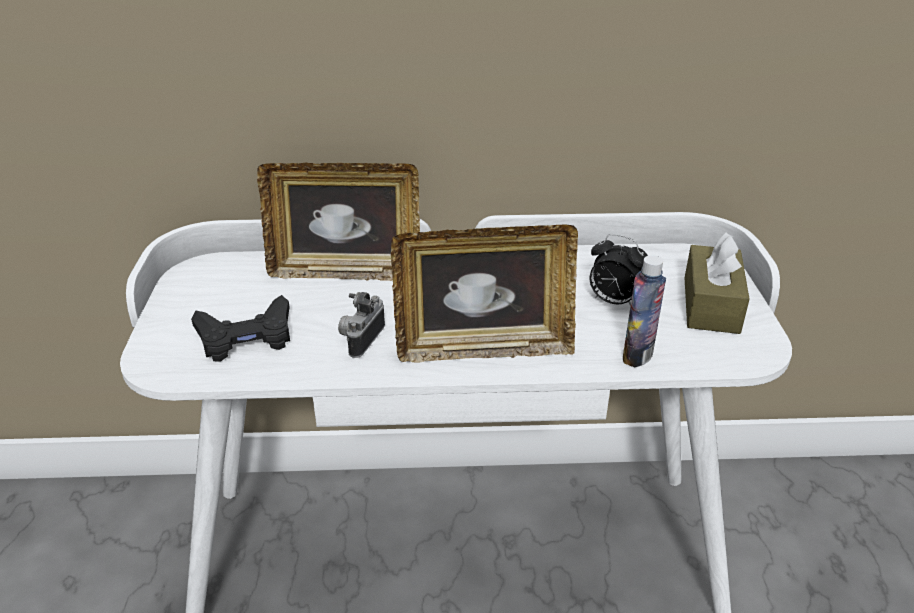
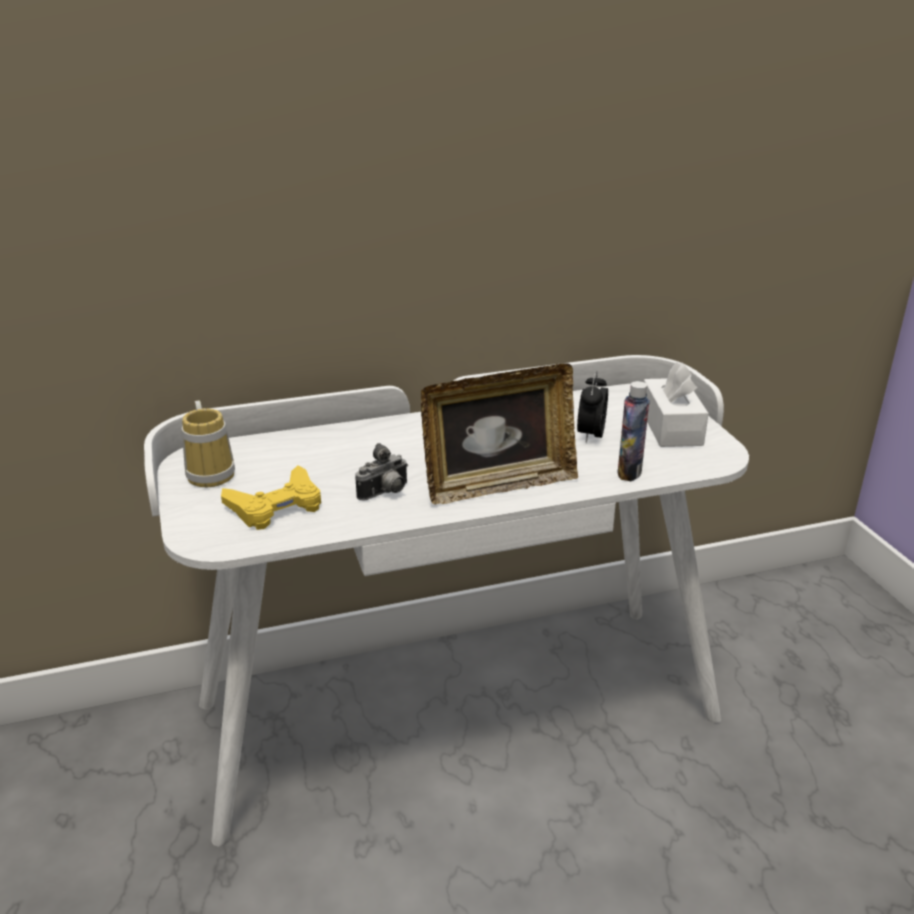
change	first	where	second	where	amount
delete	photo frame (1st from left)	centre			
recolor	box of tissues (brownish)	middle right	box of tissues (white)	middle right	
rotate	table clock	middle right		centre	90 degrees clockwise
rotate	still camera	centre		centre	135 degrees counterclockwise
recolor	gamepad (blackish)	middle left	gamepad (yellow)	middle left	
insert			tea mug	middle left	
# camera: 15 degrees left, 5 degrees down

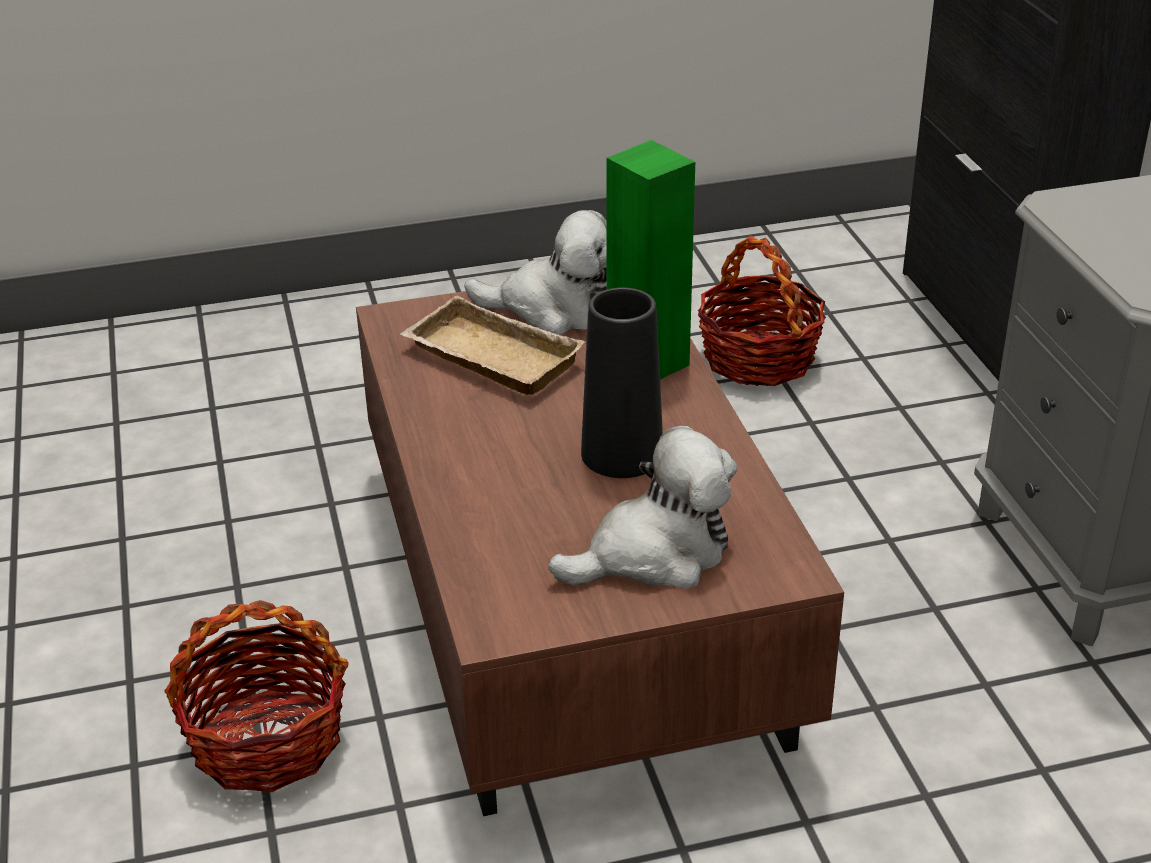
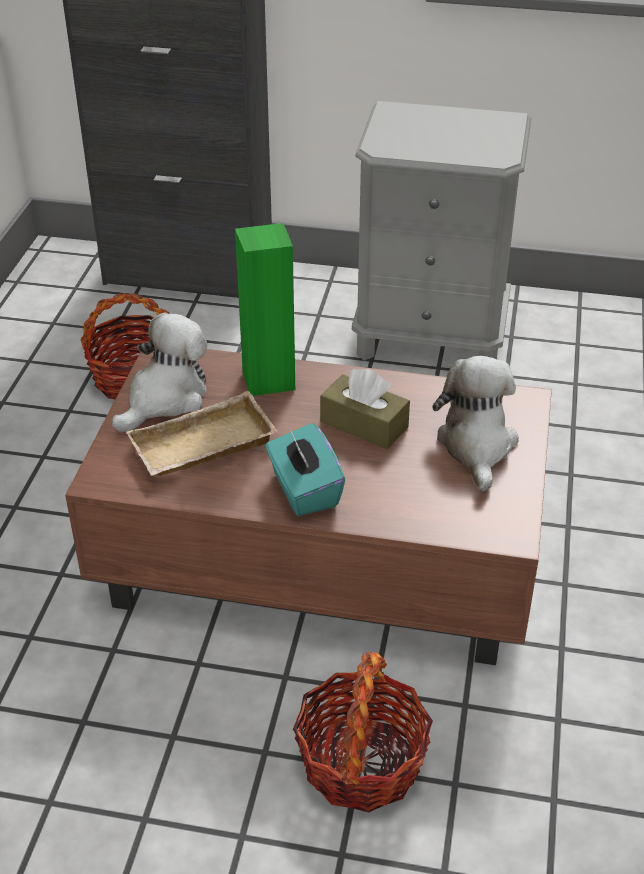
change	first	where	second	where	amount
replace	flower vase (blackish)	centre	box of tissues (brownish)	centre	
insert			box of tissues (blue-green)	centre	
# camera: 65 degrees left, 5 degrees up

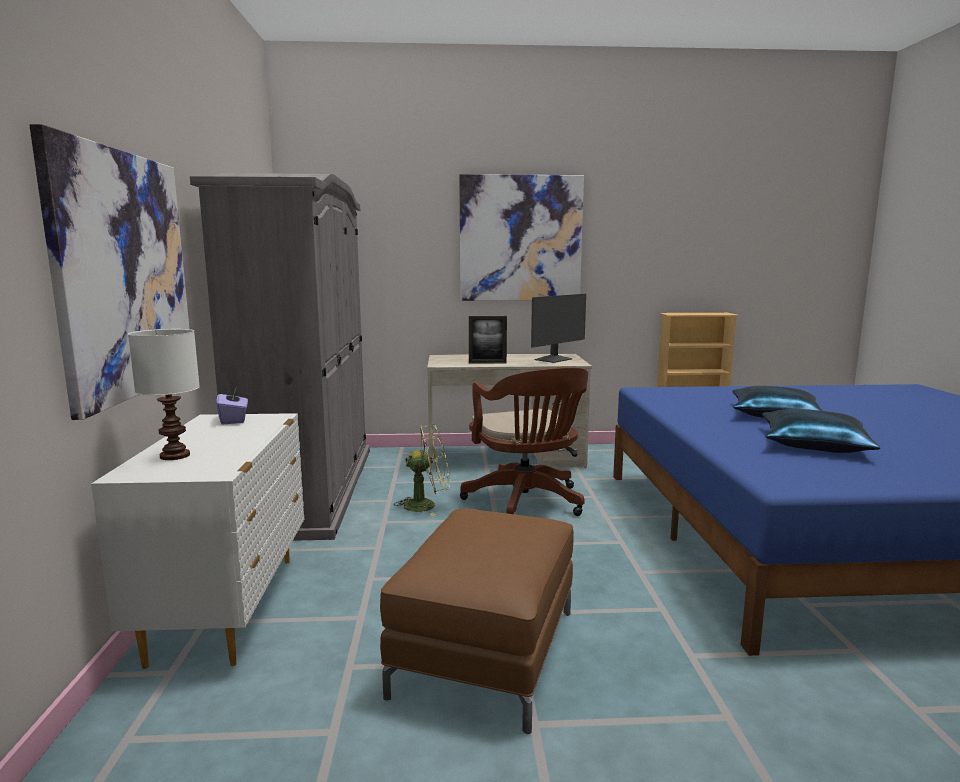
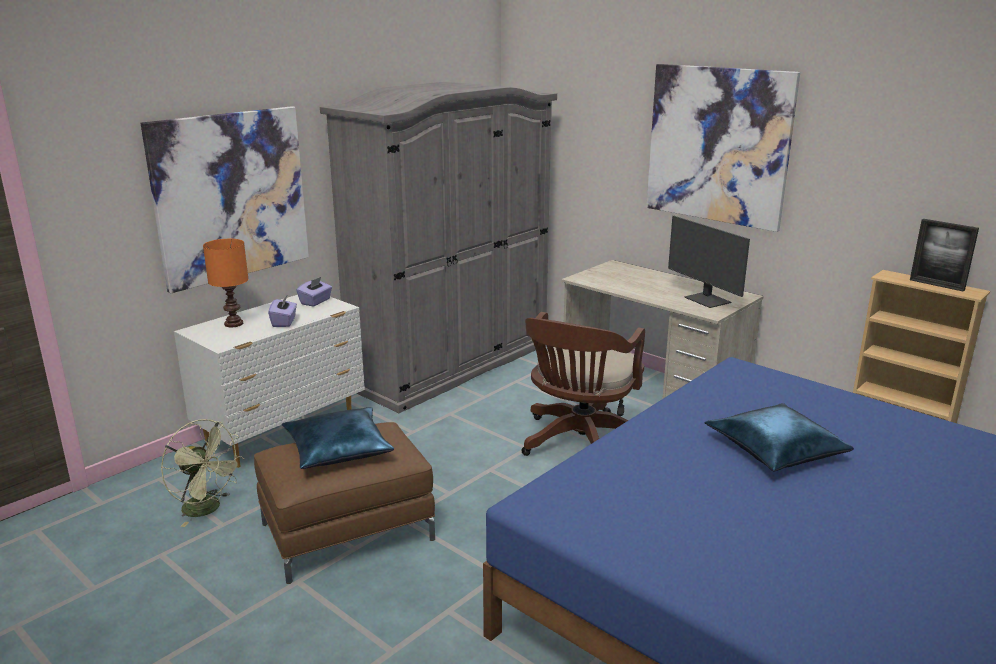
change	first	where	second	where	amount
rotate	computer screen	centre		middle right	60 degrees clockwise
move	photo frame	centre		middle right	
recolor	lamp for a table (white)	middle left	lamp for a table (orange)	middle left	
move	pillow (bluish) (2nd from left in the first image)	middle right	pillow (bluish) (1st from left)	centre	
move	cooling fan (greenish)	centre		bottom left	
insert			box of tissues (purplish) (1st from left)	middle left	
# camera: 45 degrees right, 10 degrees up

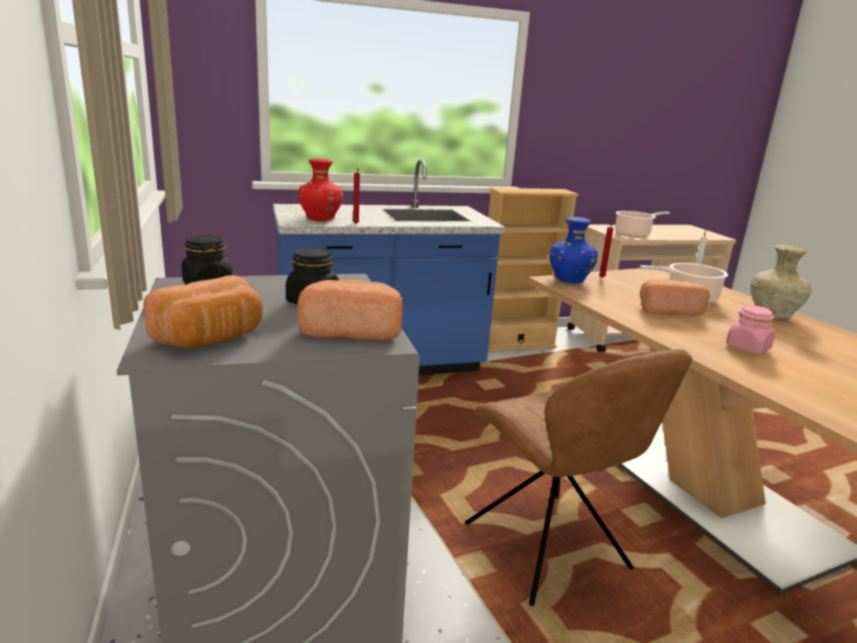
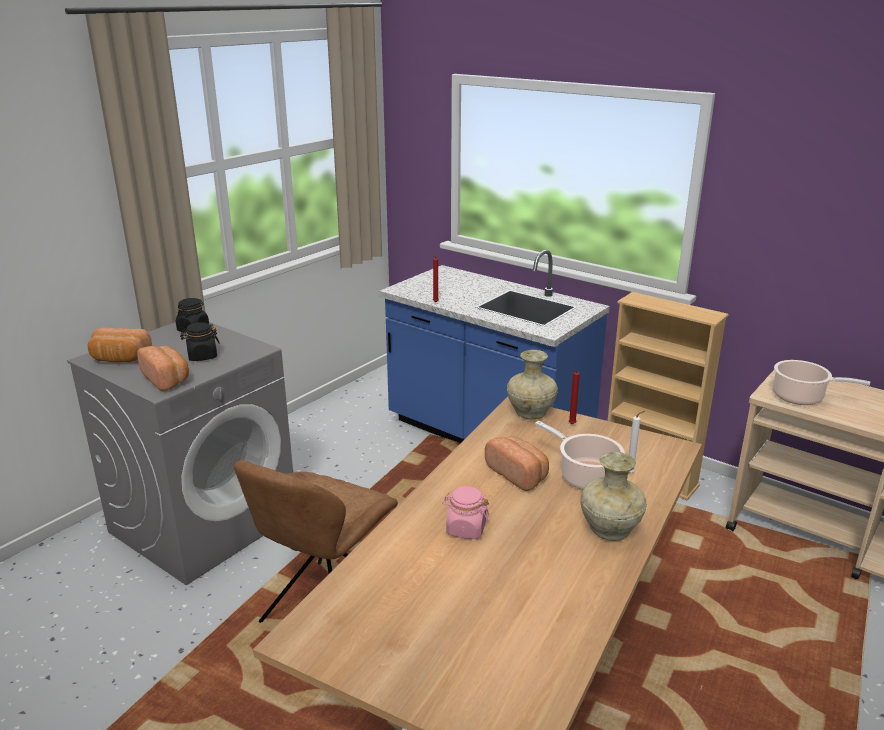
change	first	where	second	where	amount
delete	flower vase (red)	top centre			
recolor	flower vase (bluish)	middle right	flower vase (beige) (1st from left)	centre	
# camera: 55 degrees right, 5 degrees up

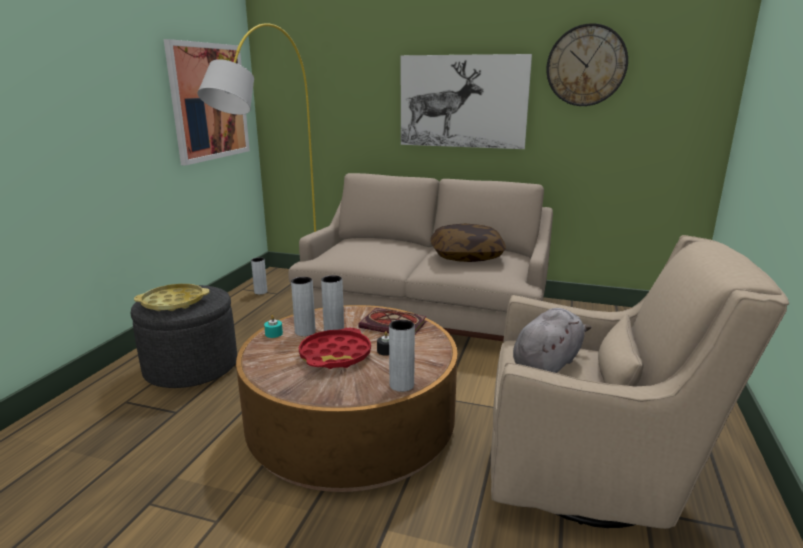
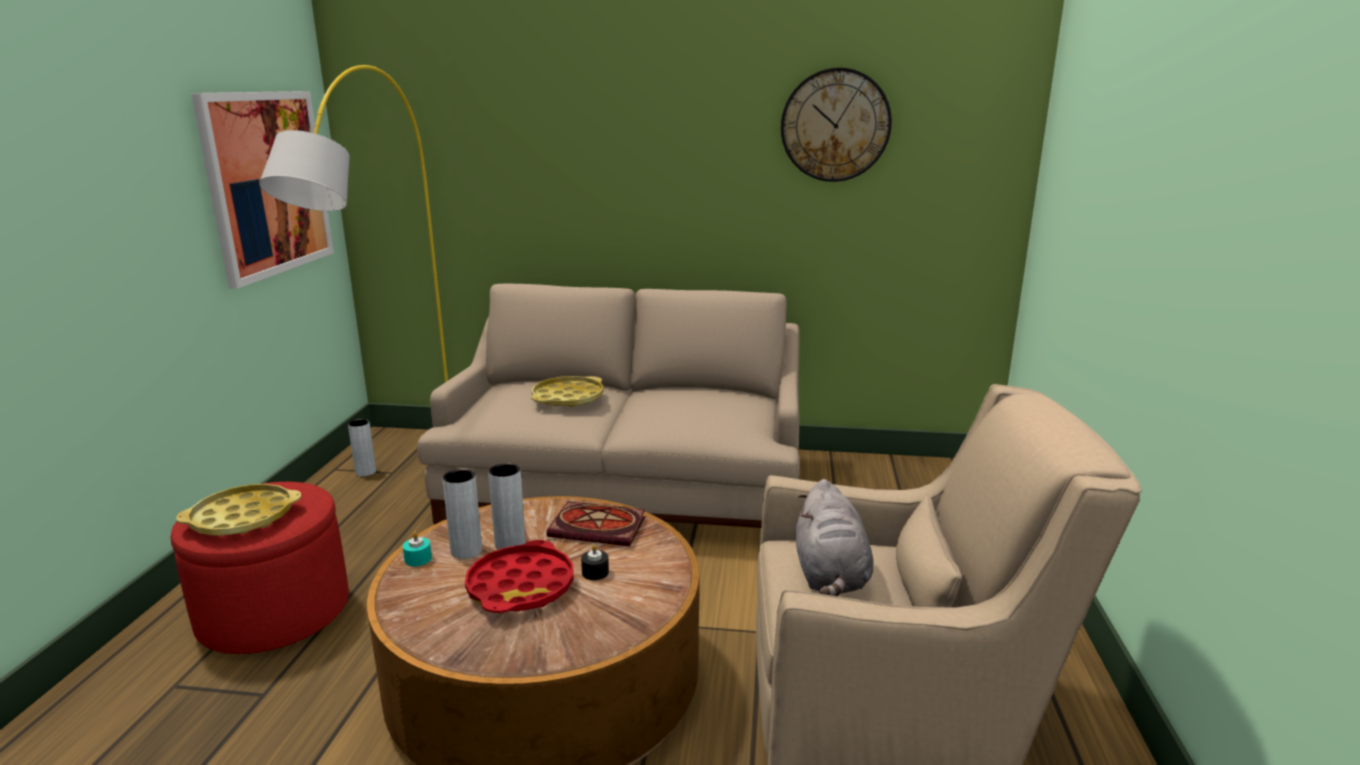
change	first	where	second	where	amount
delete	wall art (2nd from left)	top centre			
delete	pillow	centre			
recolor	pouffe (greyish)	middle left	pouffe (red)	bottom left	
rotate	soft toy (greyish)	middle right		bottom centre	150 degrees clockwise
delete	flower vase (greyish) (4th from left)	centre			
insert			carrying tray (yellow) (2nd from left)	centre	
# camera: 10 degrees left, 0 degrees up

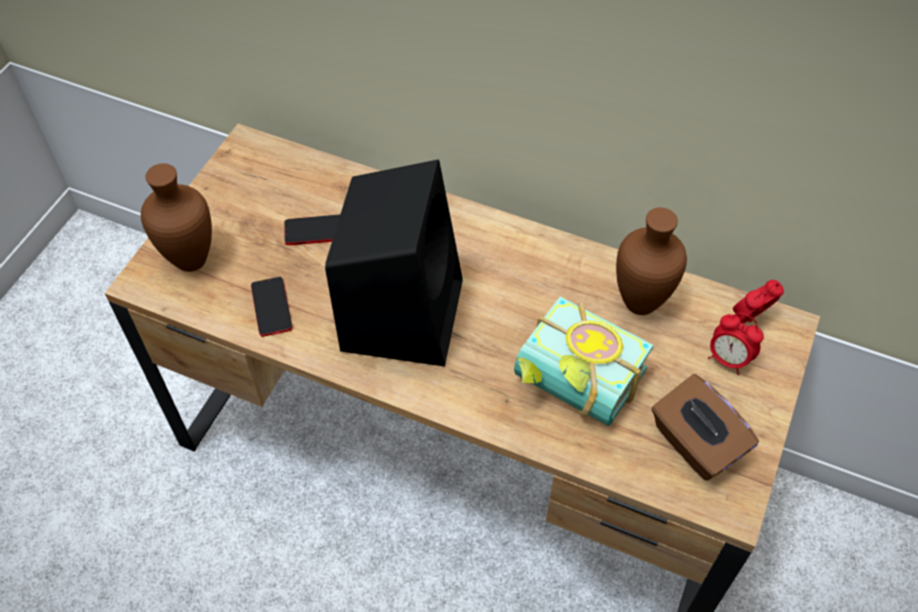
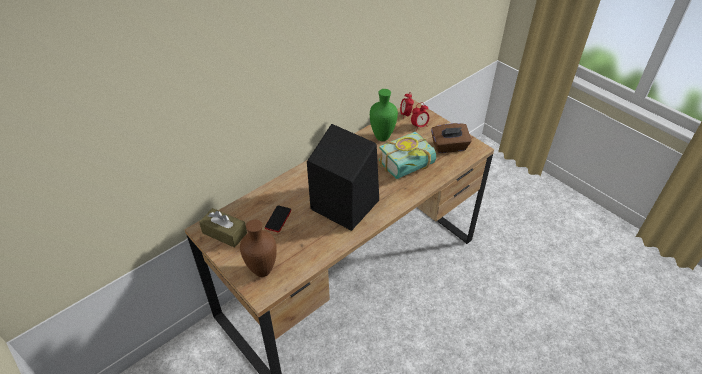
change	first	where	second	where	amount
recolor	flower vase (brownish) (2nd from left)	middle right	flower vase (greenish)	top centre	
delete	handset (1st from left)	middle left			
insert			box of tissues (brownish) (1st from left)	middle left	
# camera: 65 degrees left, 10 degrees down

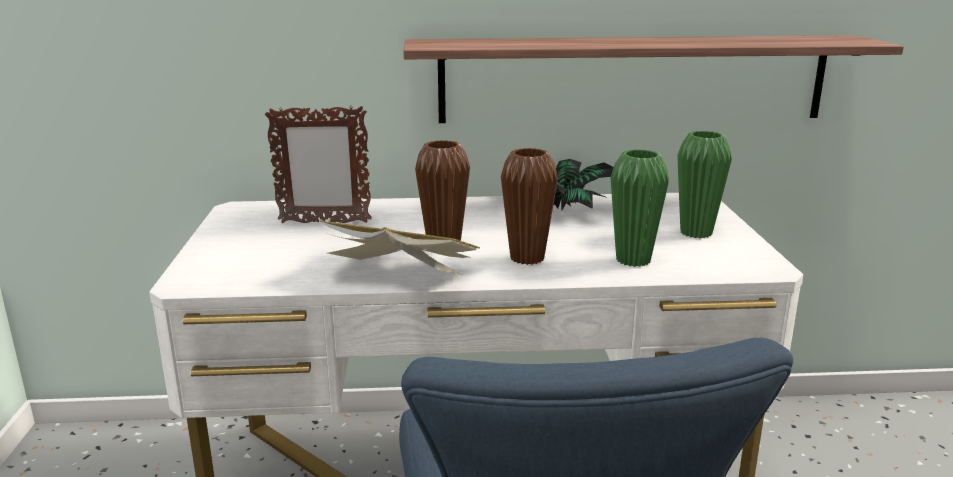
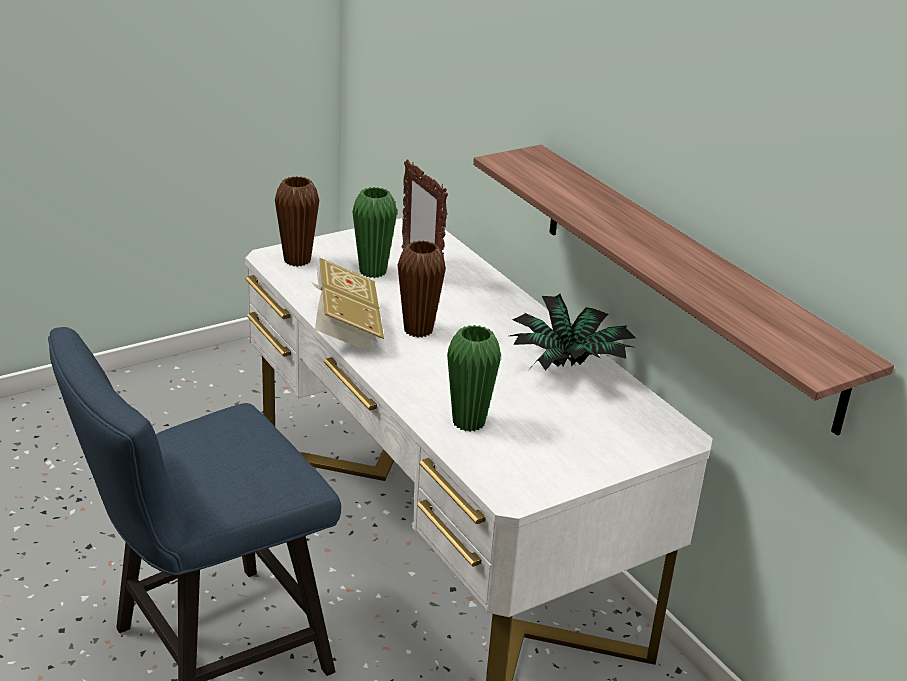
change	first	where	second	where	amount
move	flower vase (greenish) (2nd from left in the first image)	middle right	flower vase (greenish) (1st from left)	centre	
move	flower vase (brownish) (2nd from left in the first image)	centre	flower vase (brownish) (1st from left)	top left	
# camera: 60 degrees right, 10 degrees up

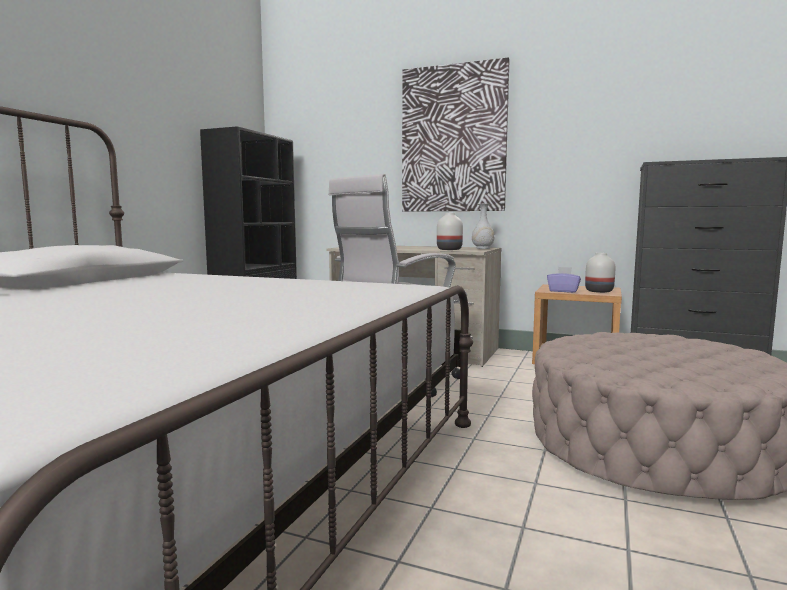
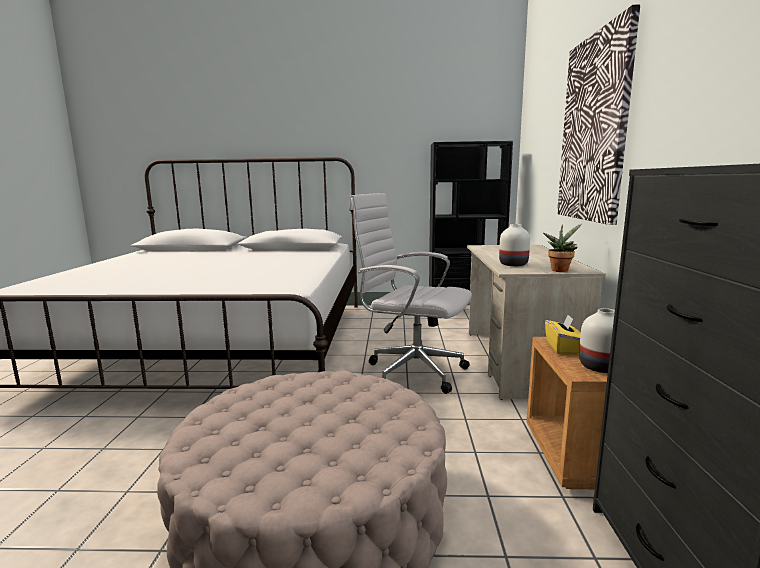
change	first	where	second	where	amount
replace	flower vase (white) (2nd from left)	centre	potted plant	middle right	
recolor	box of tissues (purplish)	middle right	box of tissues (yellow)	middle right	
# camera: 70 degrees right, 5 degrees up

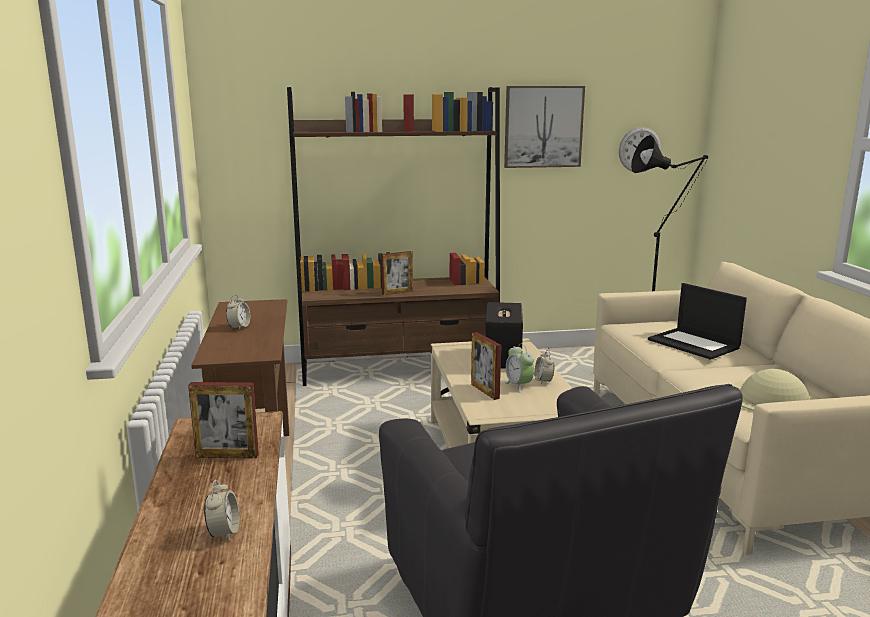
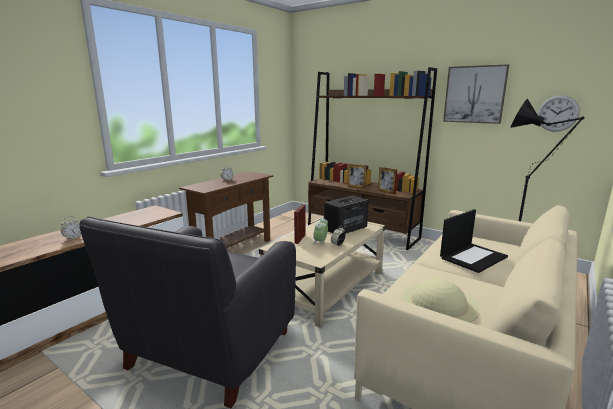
change	first	where	second	where	amount
rotate	notebook computer	middle right		middle right	135 degrees counterclockwise
move	photo frame (1st from left in the first image)	bottom left	photo frame (3rd from left)	centre	
# camera: 45 degrees right, 0 degrees up

